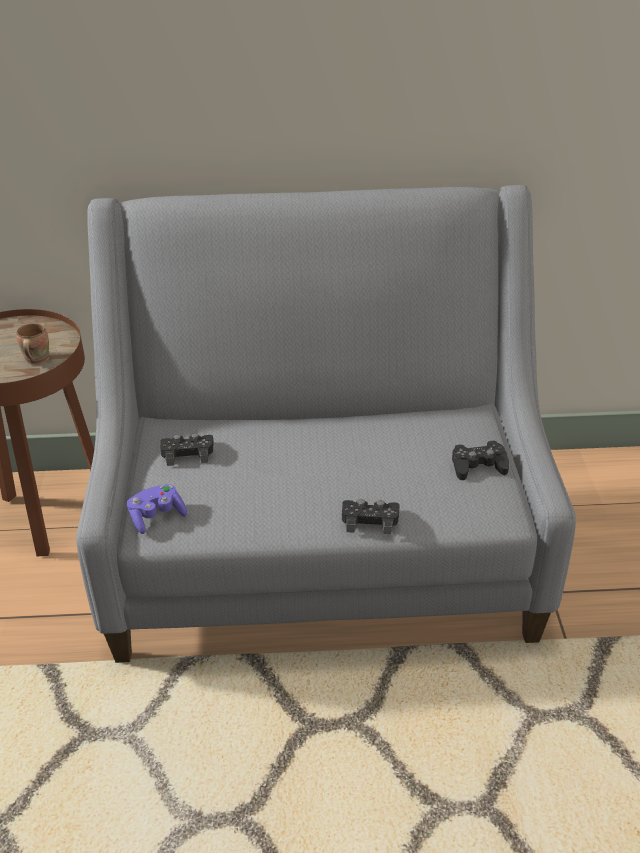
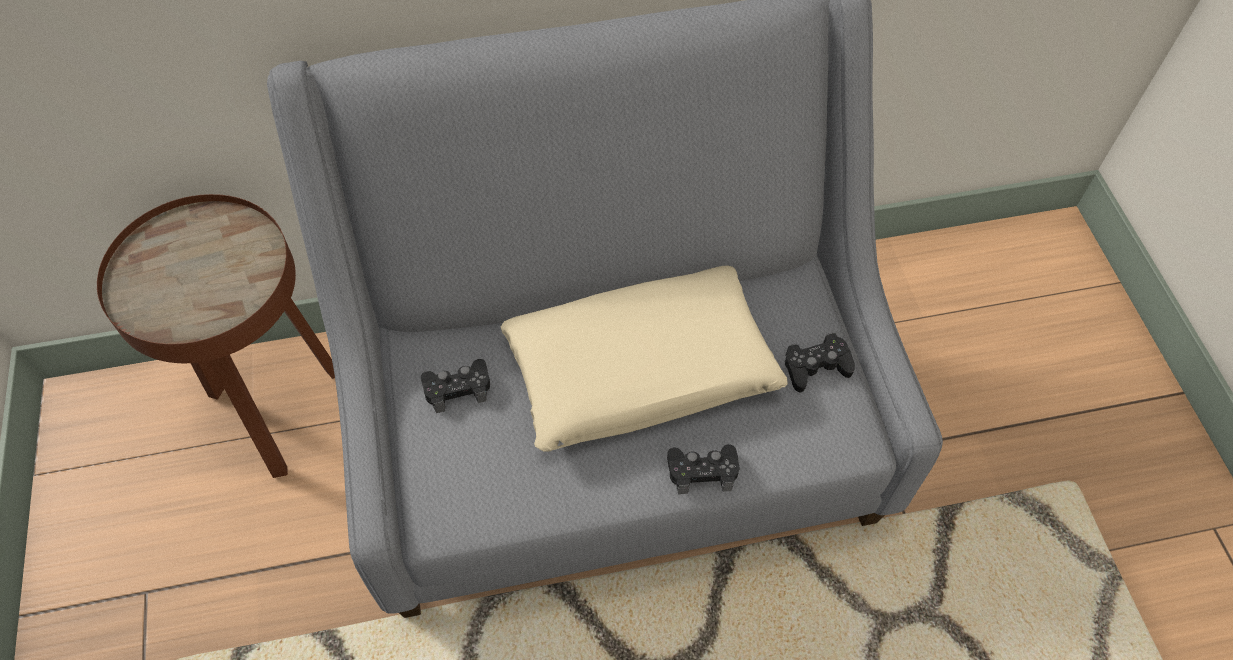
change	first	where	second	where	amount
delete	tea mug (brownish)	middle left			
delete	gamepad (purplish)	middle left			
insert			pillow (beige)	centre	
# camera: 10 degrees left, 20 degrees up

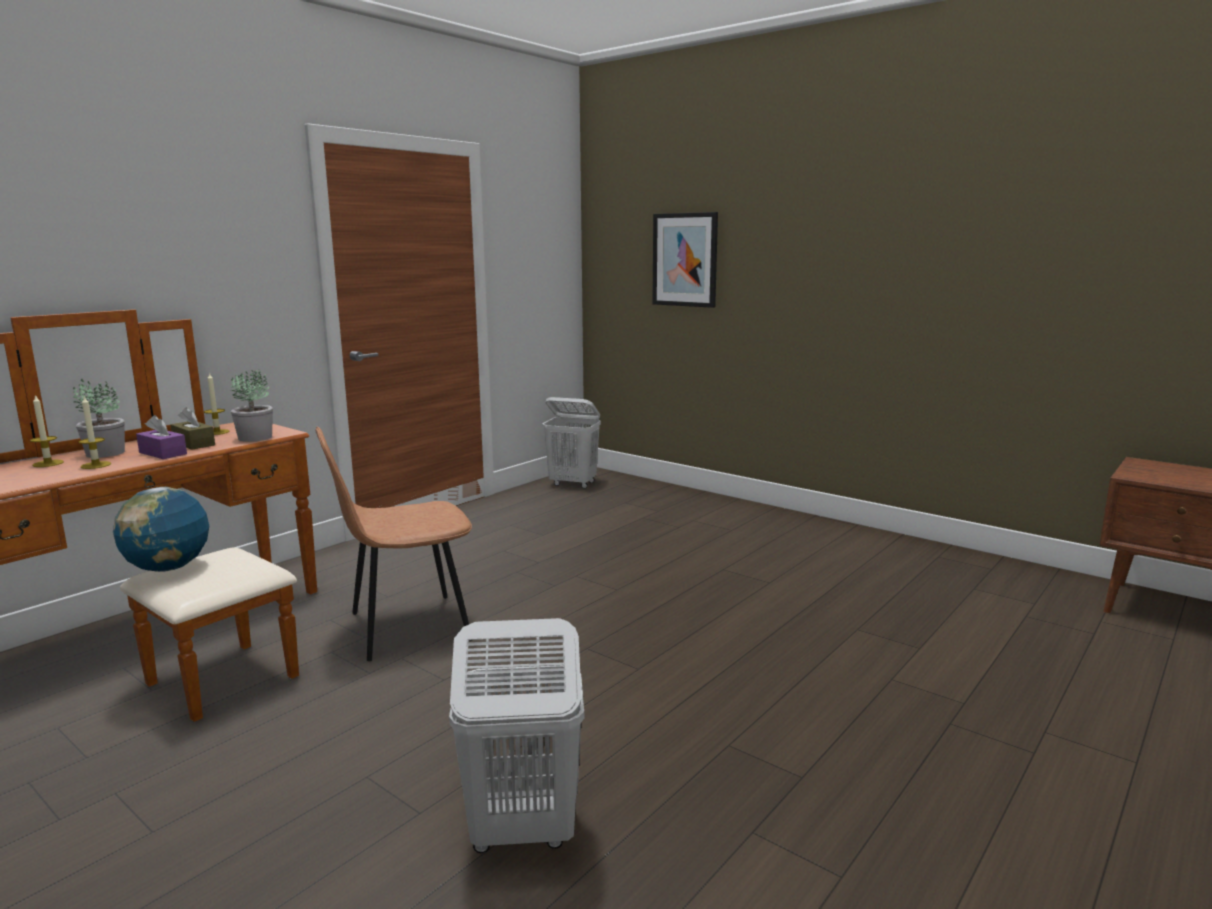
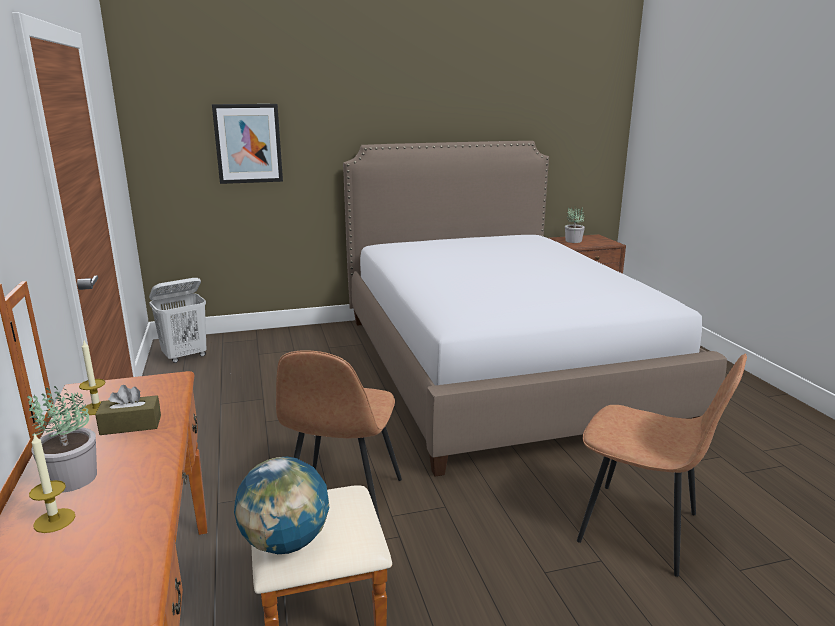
change	first	where	second	where	amount
move	potted plant (2nd from left)	middle left		middle right	
delete	wax candle (2nd from left)	middle left			
delete	box of tissues (purplish)	middle left			
replace	washing basket (white) (1st from left)	bottom centre	plain chair (brownish) (2nd from left)	bottom right	
insert			bedroom bed	centre	
# camera: 55 degrees left, 5 degrees up

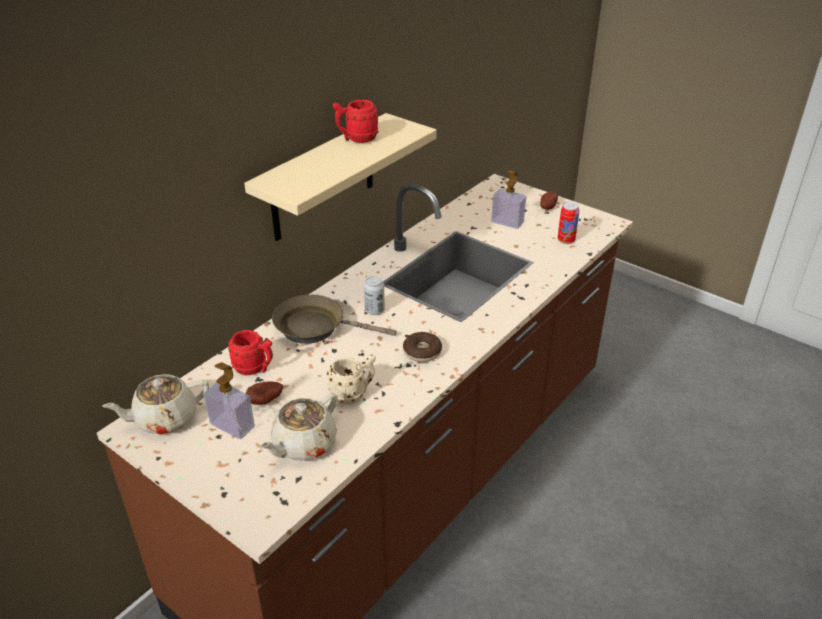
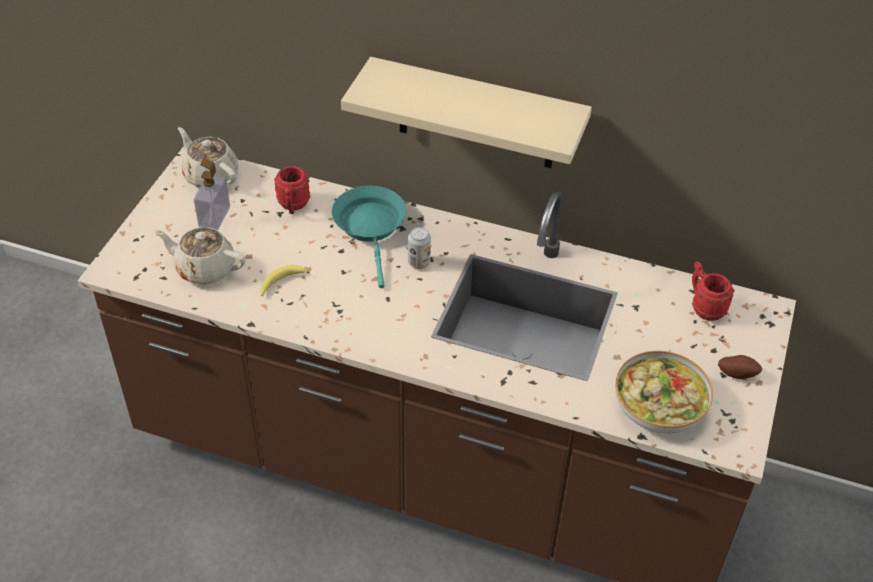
change	first	where	second	where	amount
move	tea mug (red) (2nd from left)	top centre		middle right	
delete	soap bottle (2nd from left)	top centre			
replace	can (2nd from left)	middle right	deep dish	bottom right	
recolor	frying pan (brownish)	centre	frying pan (blue-green)	centre	
delete	doughnut	centre			
replace	tea mug (beige)	centre	whole banana	middle left	
delete	potato (1st from left)	middle left			
# camera: 70 degrees right, 10 degrees up

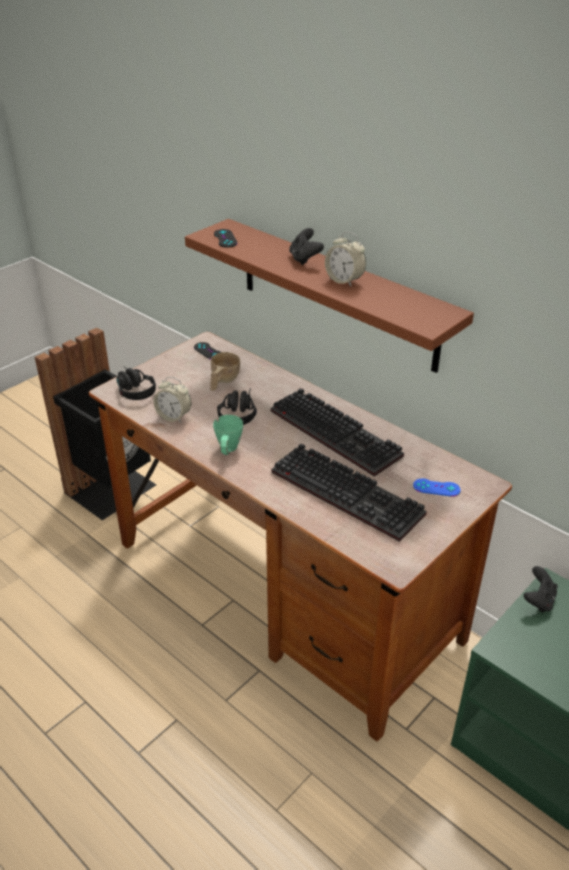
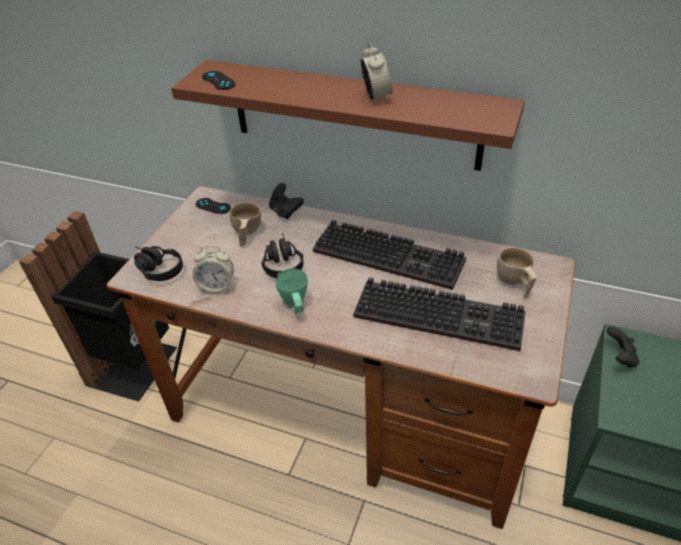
change	first	where	second	where	amount
move	gamepad (blackish) (3rd from left)	top centre		centre	
rotate	table clock (2nd from left)	top centre		top centre	120 degrees counterclockwise
replace	gamepad (bluish)	middle right	drinking cup (beige) (2nd from left)	middle right	
# camera: 20 degrees left, 5 degrees up

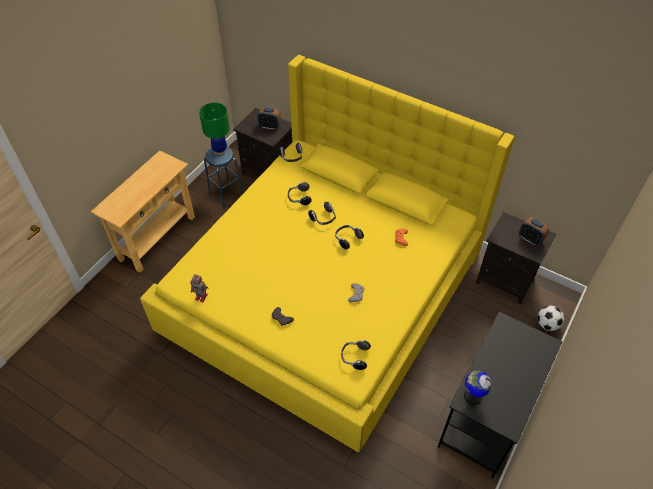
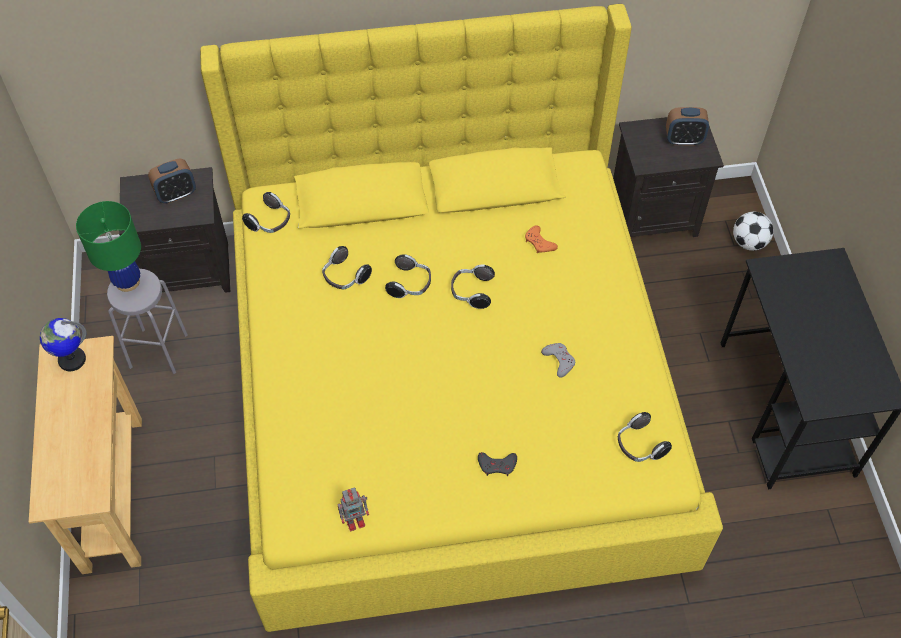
change	first	where	second	where	amount
recolor	stool (bluish)	centre	stool (greyish)	middle left	
move	globe	bottom right		middle left	
# camera: 40 degrees left, 5 degrees up

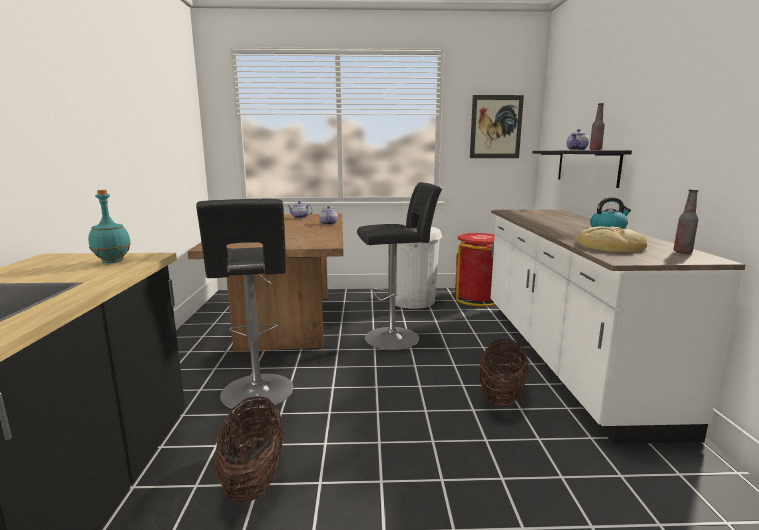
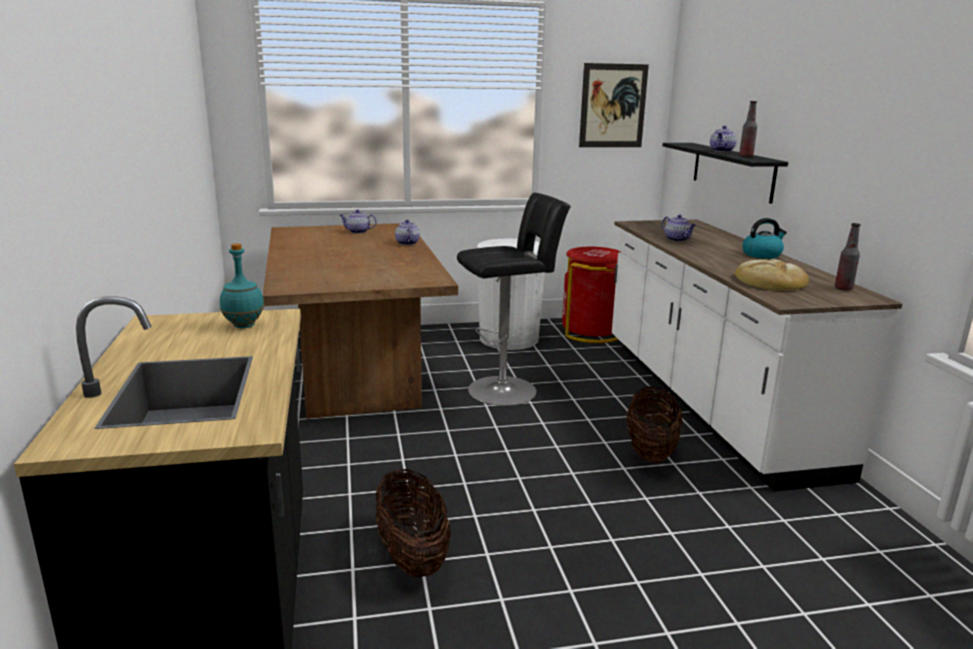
change	first	where	second	where	amount
delete	stool (blackish) (1st from left)	middle left			
insert			teapot (3rd from left)	middle right	
# camera: 10 degrees left, 5 degrees up

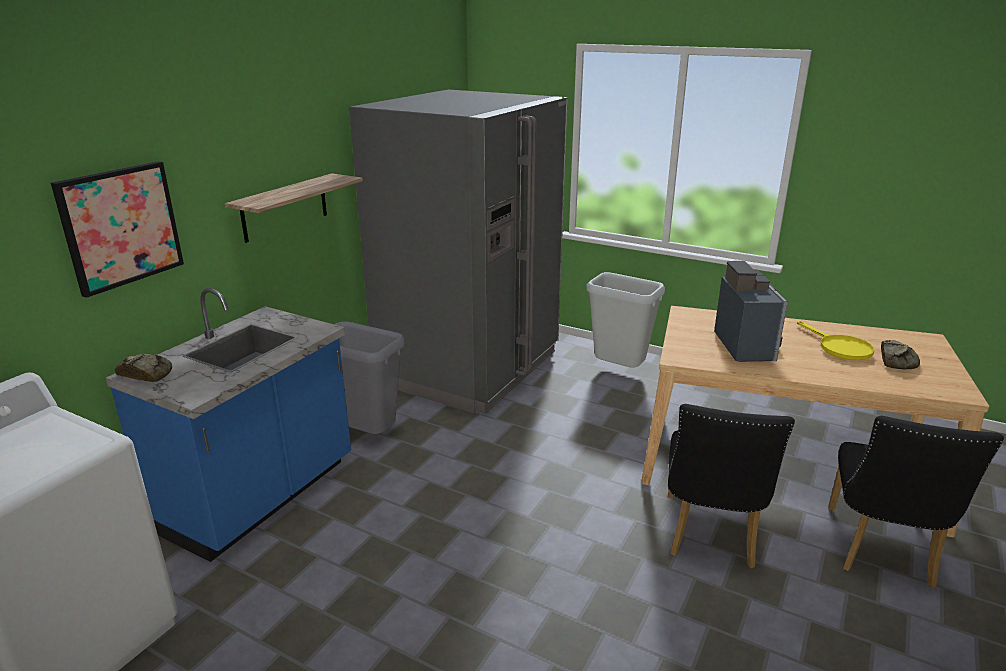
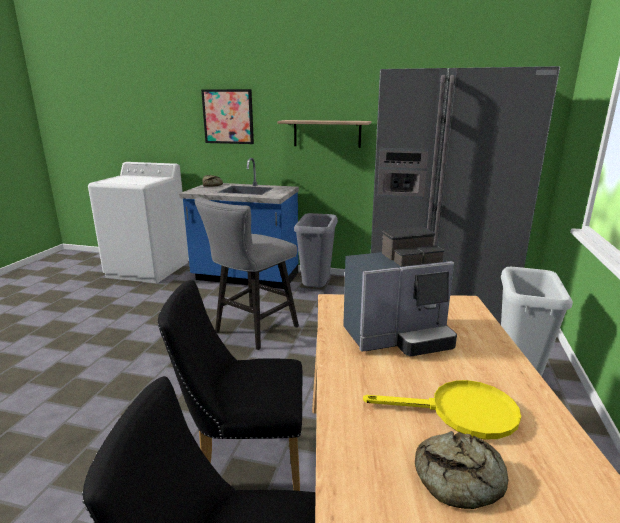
change	first	where	second	where	amount
rotate	frying pan (yellow)	middle right		bottom right	135 degrees counterclockwise
insert			stool (greyish)	centre	
# camera: 75 degrees right, 5 degrees down

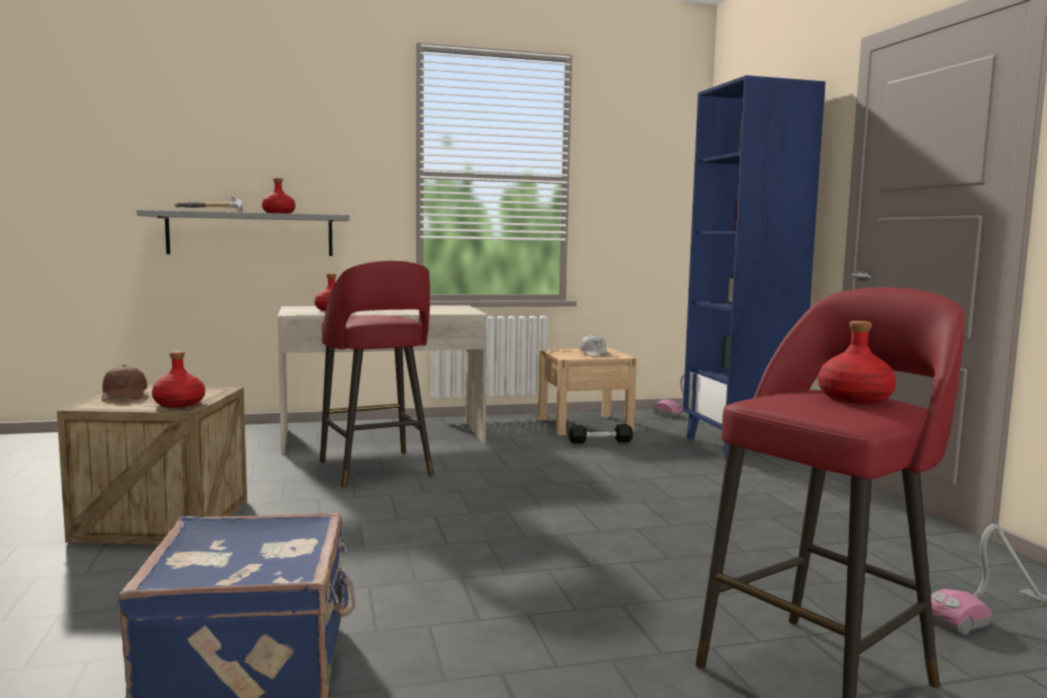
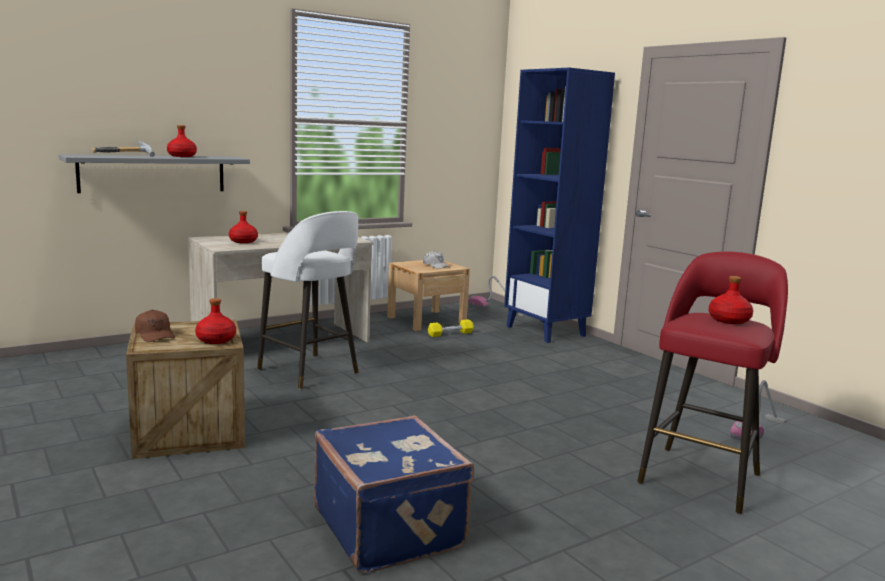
change	first	where	second	where	amount
recolor	stool (red) (1st from left)	centre	stool (white)	centre	
recolor	hand weight (blackish)	centre	hand weight (yellow)	centre	
# camera: 20 degrees left, 5 degrees up

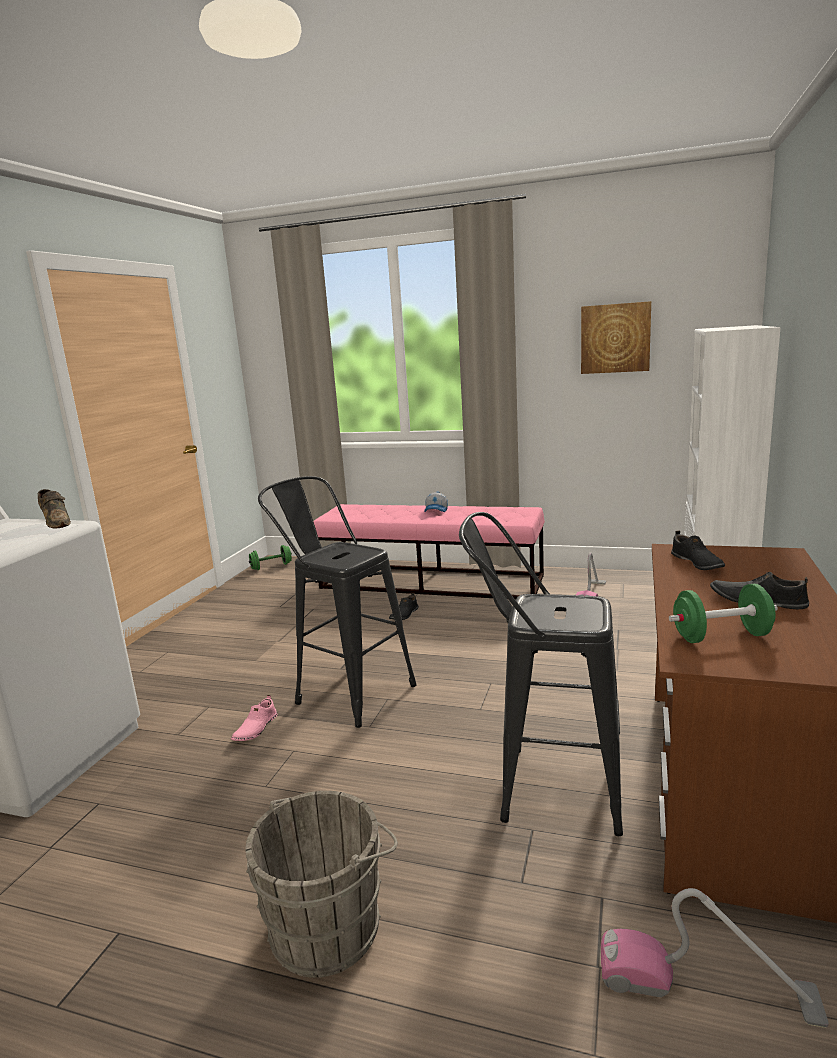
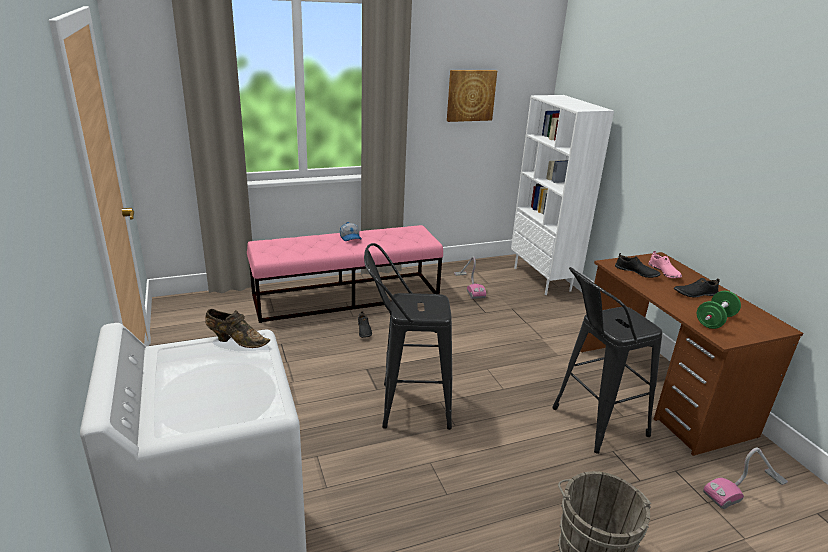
change	first	where	second	where	amount
delete	hand weight (greenish) (1st from left)	middle left			
move	shoe (pink)	bottom left		middle right	
# camera: 40 degrees left, 10 degrees up

